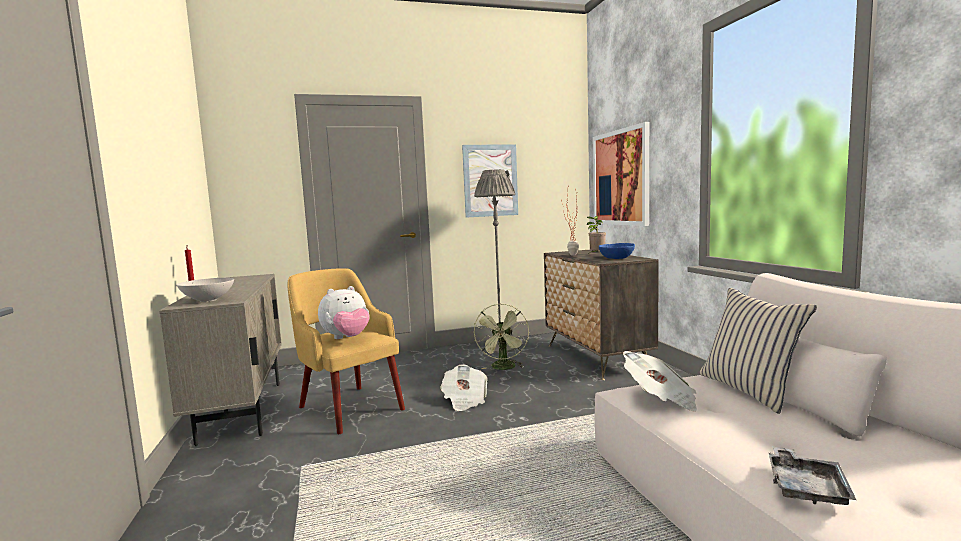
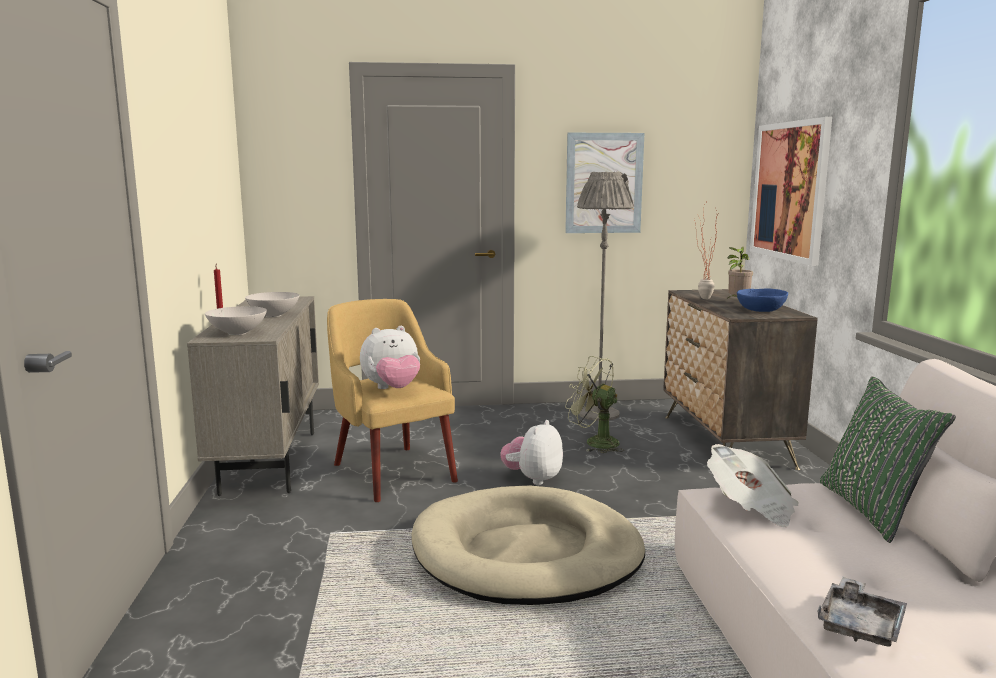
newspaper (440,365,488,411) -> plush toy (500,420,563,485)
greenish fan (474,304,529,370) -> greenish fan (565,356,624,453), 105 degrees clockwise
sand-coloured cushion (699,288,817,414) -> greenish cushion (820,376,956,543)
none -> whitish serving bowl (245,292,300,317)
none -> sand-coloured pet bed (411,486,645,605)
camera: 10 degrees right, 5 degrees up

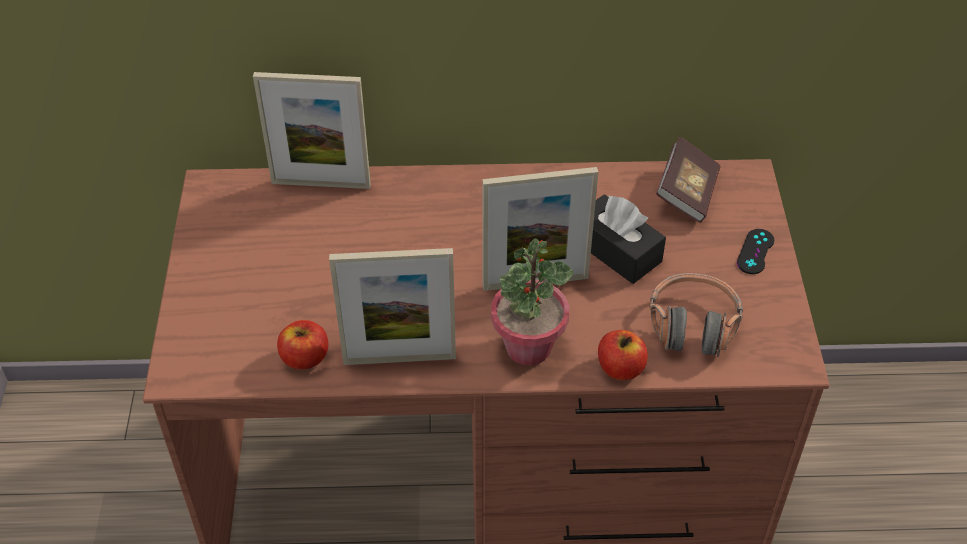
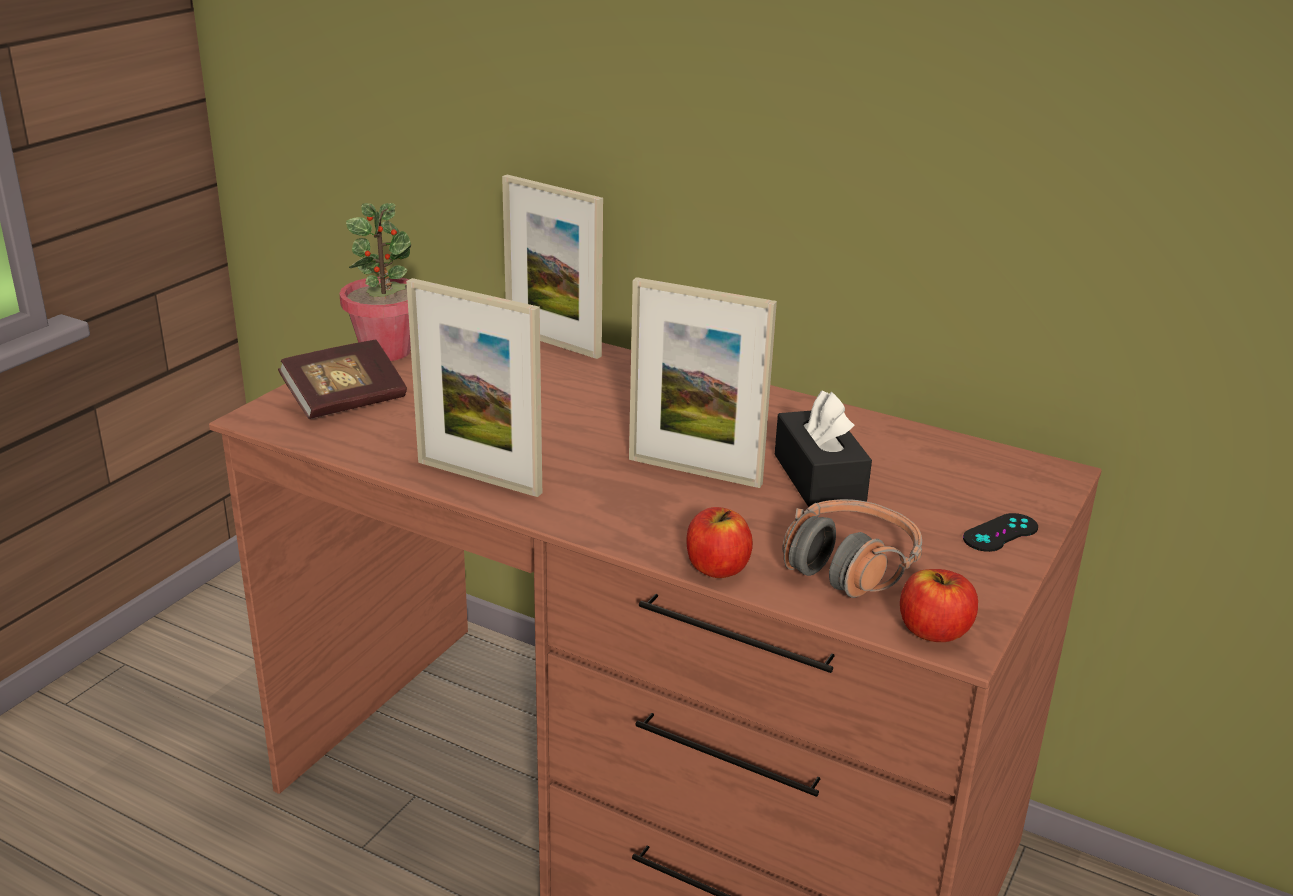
whole apple (277,320,329,370) -> whole apple (900,569,978,642), shifted
potted plant (491,238,573,366) -> potted plant (339,203,411,361), shifted
bound book (656,136,720,223) -> bound book (278,340,407,419), shifted
camera: 30 degrees right, 20 degrees down

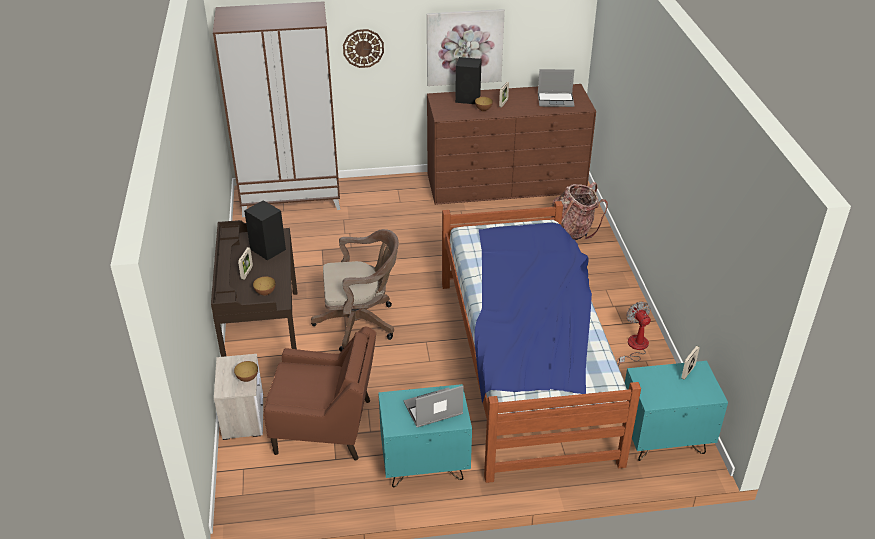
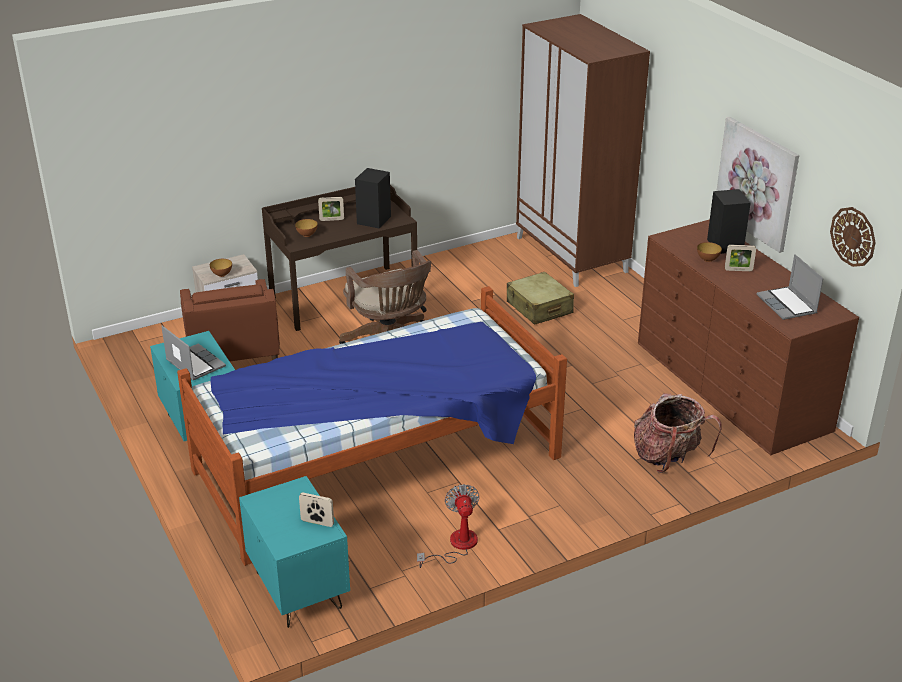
hanging clock (343,29,384,68) -> hanging clock (830,207,876,267), shifted
fan (617,302,651,367) -> fan (417,484,480,568), 60 degrees counterclockwise
none -> sand-coloured piece of luggage (507,272,574,325)
camera: 70 degrees right, 5 degrees down

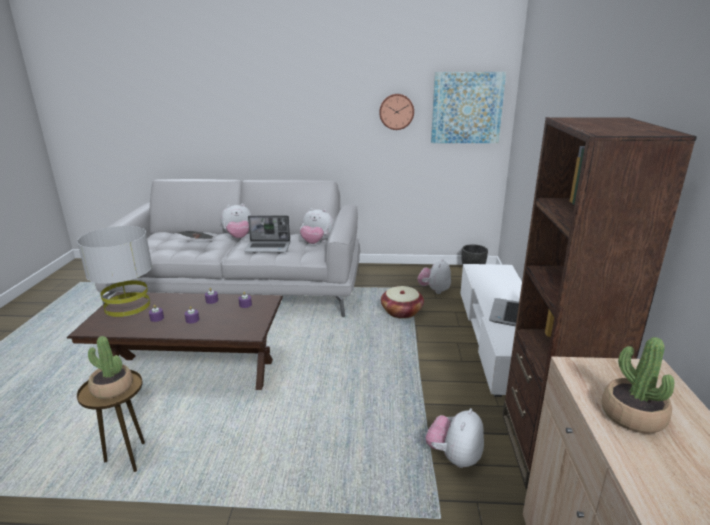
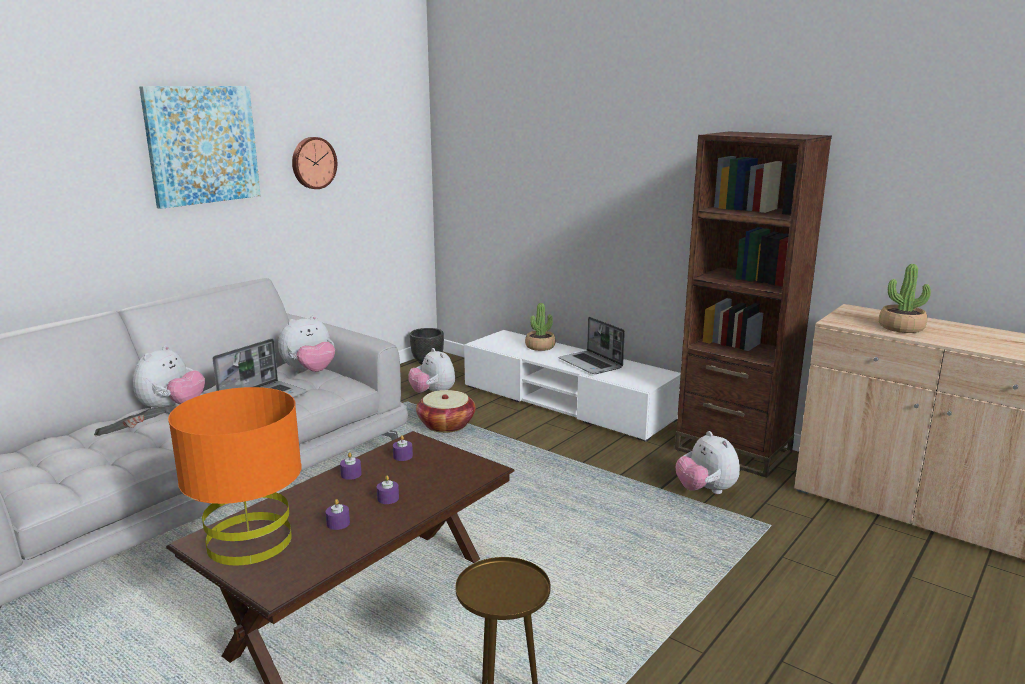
gray table lamp (77,226,152,317) -> orange-coloured table lamp (168,387,301,566)
potted plant (88,336,133,399) -> potted plant (525,303,555,351), shifted
wall picture (431,72,506,143) -> wall picture (139,86,261,209), shifted
camera: 55 degrees left, 5 degrees down

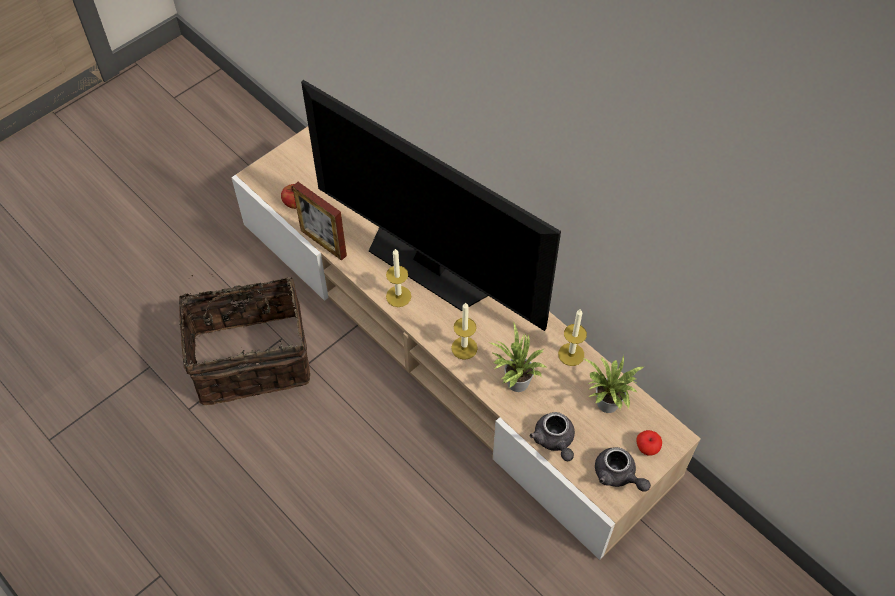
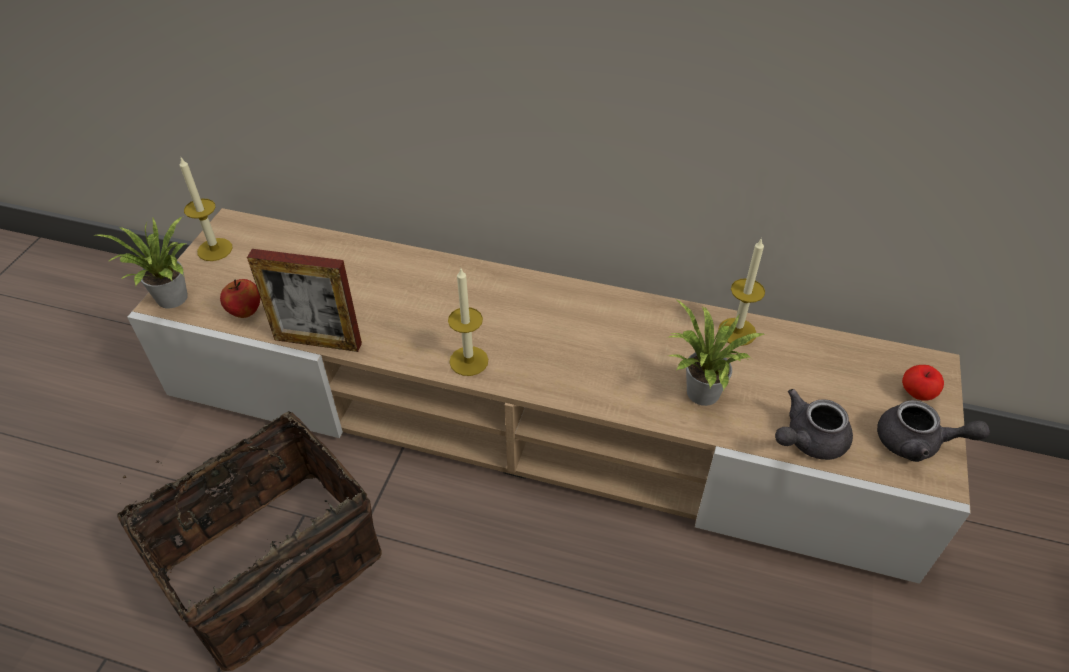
television (301,80,561,331) -> none
wax candle (451,303,478,360) -> wax candle (180,156,233,261), shifted
gray teapot (529,412,575,461) -> gray teapot (775,389,853,460), 105 degrees clockwise
potted plant (583,356,644,413) -> potted plant (96,216,188,308), shifted
camera: 30 degrees left, 10 degrees down

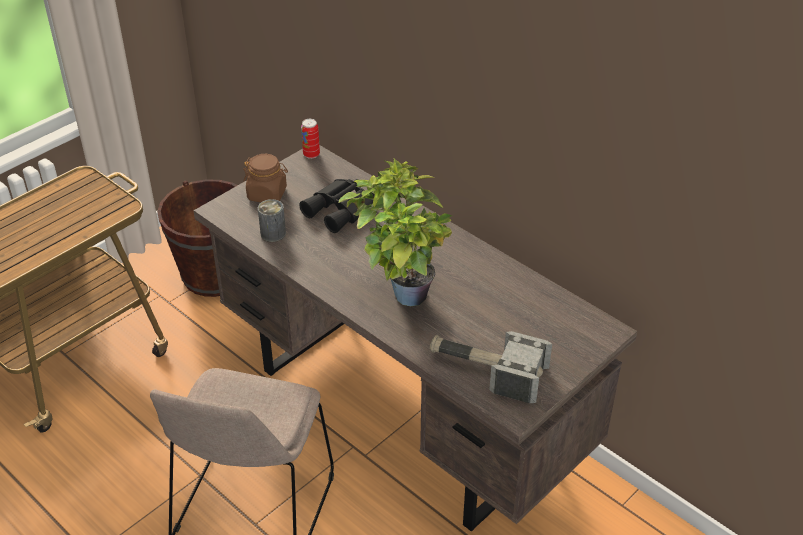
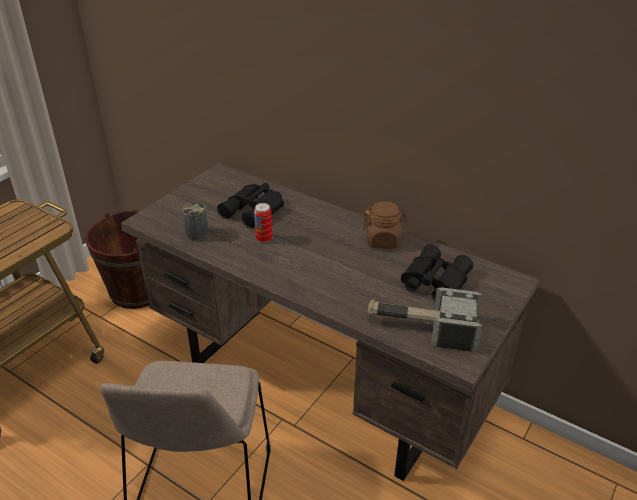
brownish jar (243,154,288,202) -> brownish jar (363,202,407,249), shifted
can (301,119,320,159) -> can (254,203,273,243), shifted
potted plant (339,159,452,306) -> none
none -> black field glasses (401,244,473,300)
camera: 10 degrees left, 5 degrees down

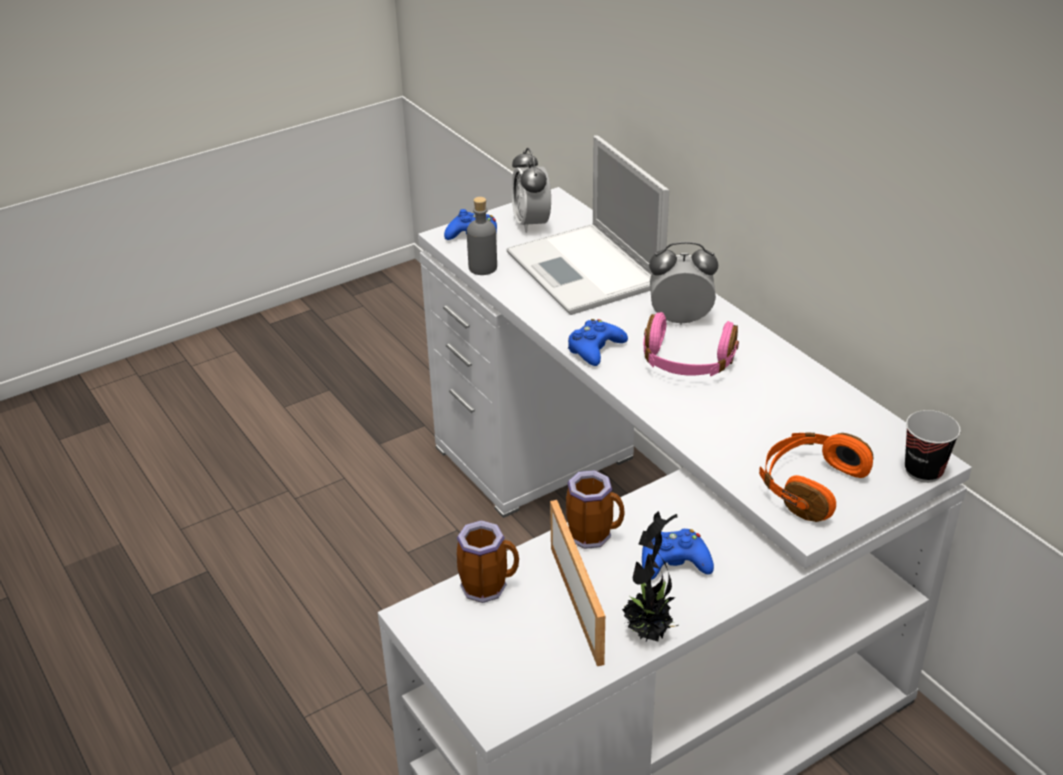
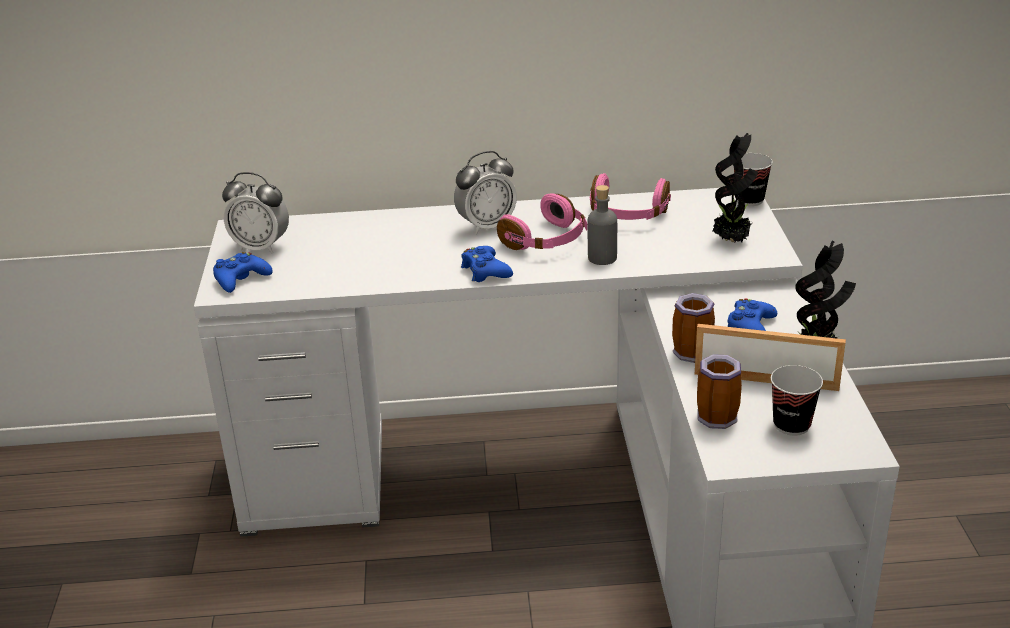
gray bottle (467,197,497,275) -> gray bottle (588,185,617,265), shifted
laptop (506,135,669,315) -> none
table clock (649,242,718,325) -> table clock (454,151,517,235), 150 degrees counterclockwise
orange-coloured pair of headphones (759,432,874,522) -> potted plant (713,133,758,243)
none -> pink pair of headphones (590,173,671,220)
none -> small cup (771,365,823,436)
camera: 60 degrees left, 5 degrees down

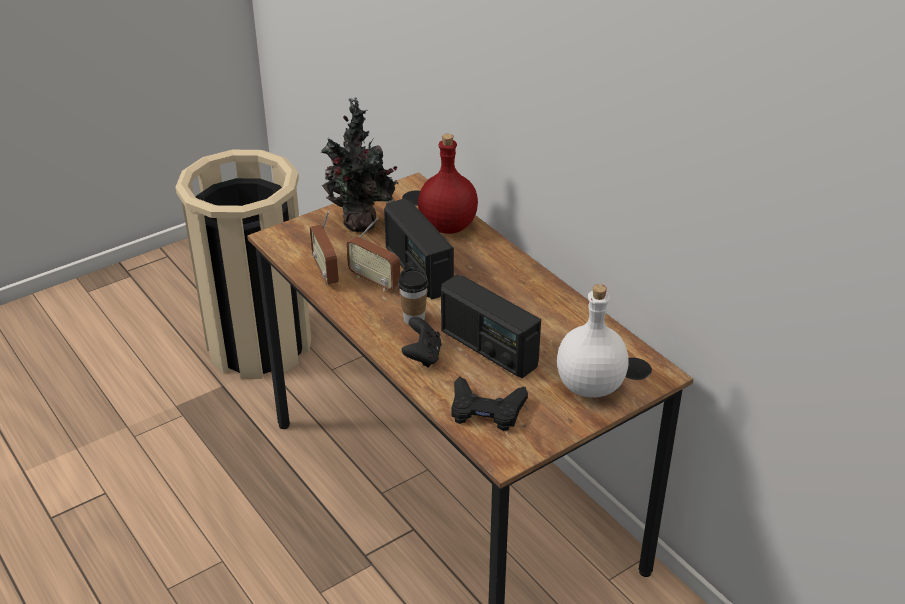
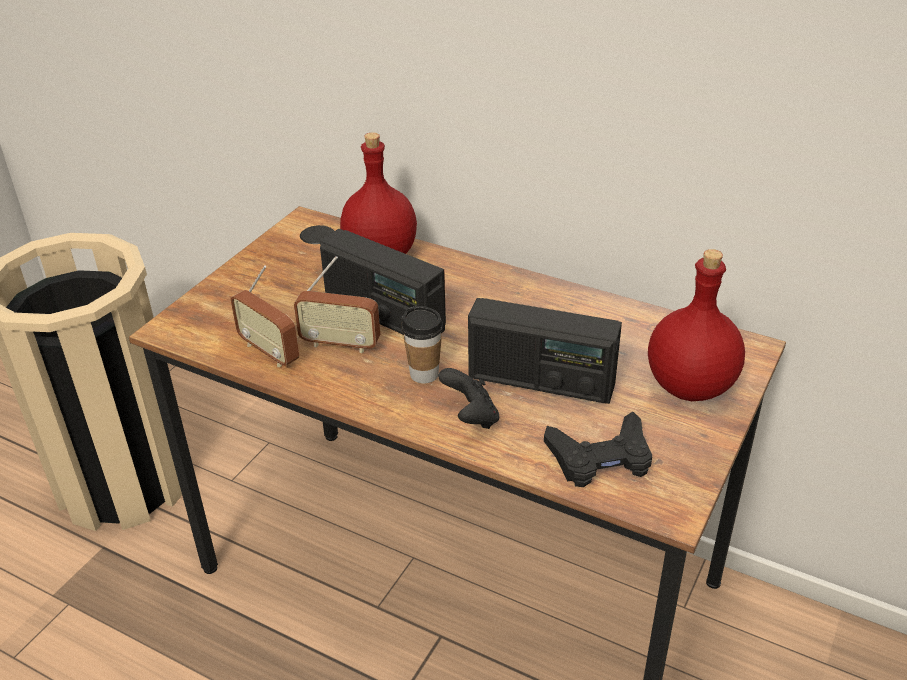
potted plant (321,97,399,232) -> none
whitish bottle (557,284,628,398) -> red-coloured bottle (648,249,745,401)
camera: 25 degrees left, 0 degrees up

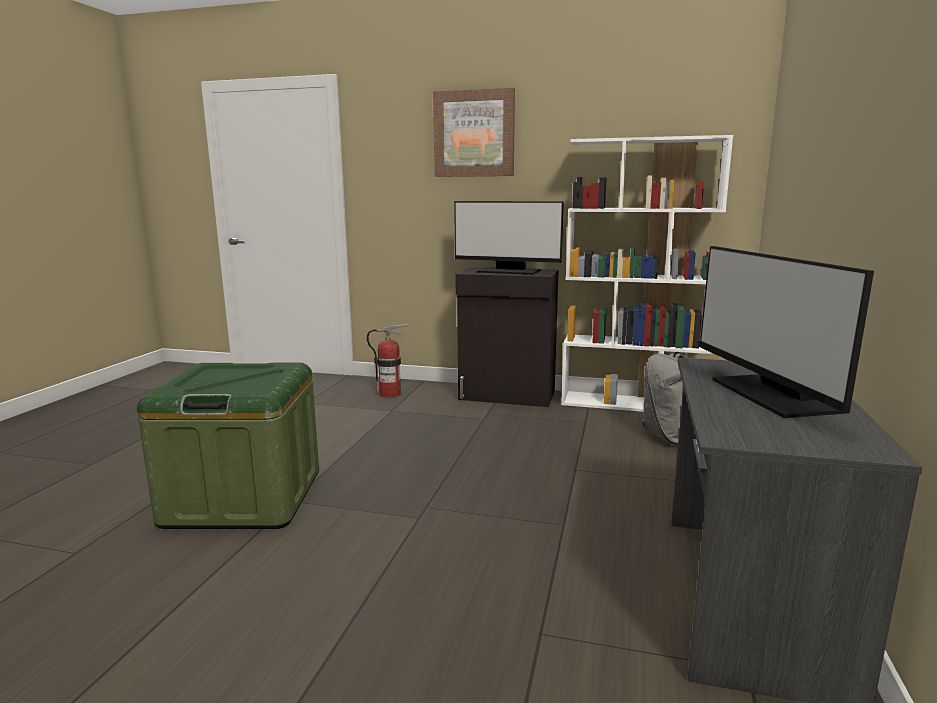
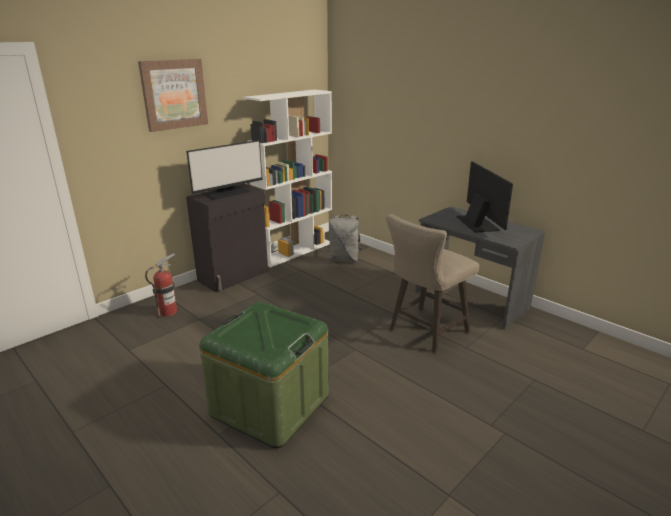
monitor (699,246,874,418) -> monitor (457,161,513,233), 120 degrees counterclockwise
none -> sand-coloured stool seat (386,214,479,353)
camera: 60 degrees left, 10 degrees up

